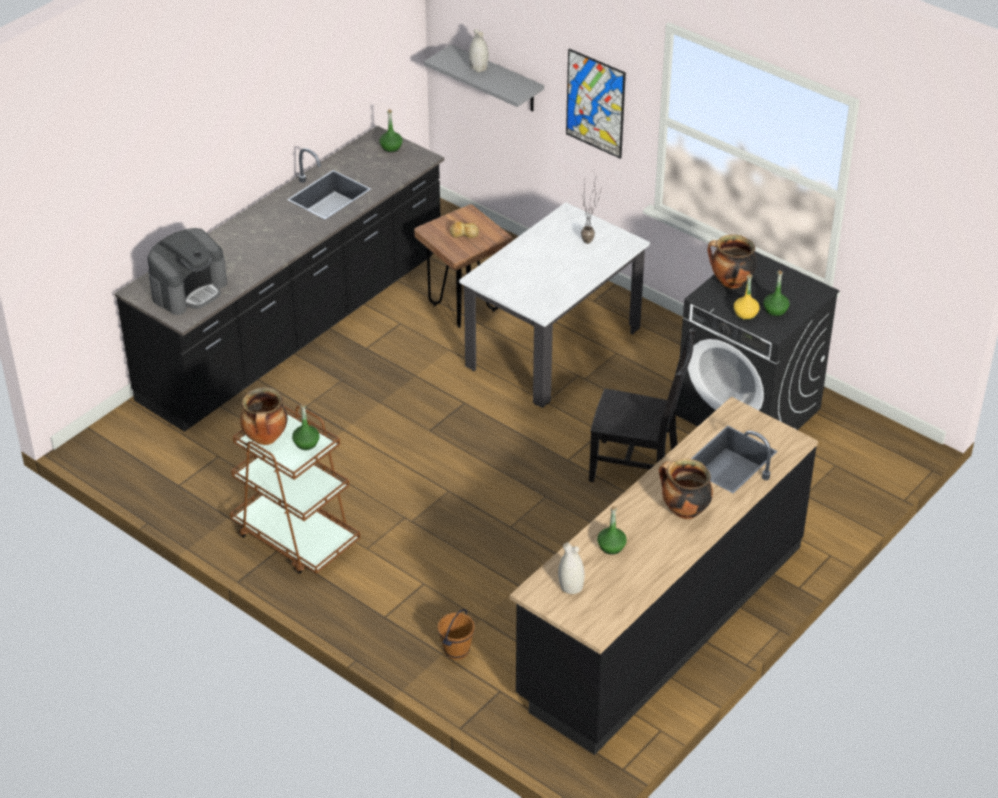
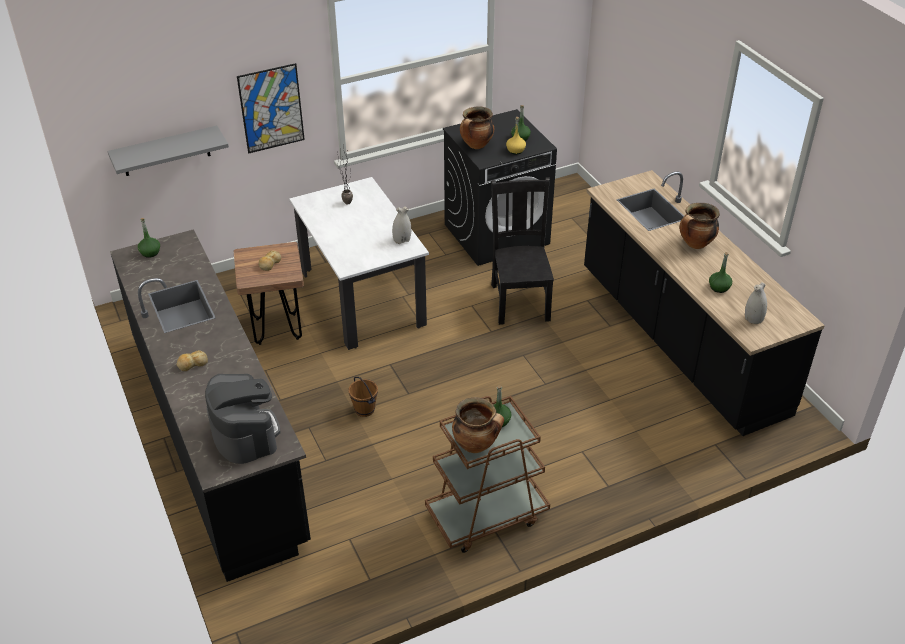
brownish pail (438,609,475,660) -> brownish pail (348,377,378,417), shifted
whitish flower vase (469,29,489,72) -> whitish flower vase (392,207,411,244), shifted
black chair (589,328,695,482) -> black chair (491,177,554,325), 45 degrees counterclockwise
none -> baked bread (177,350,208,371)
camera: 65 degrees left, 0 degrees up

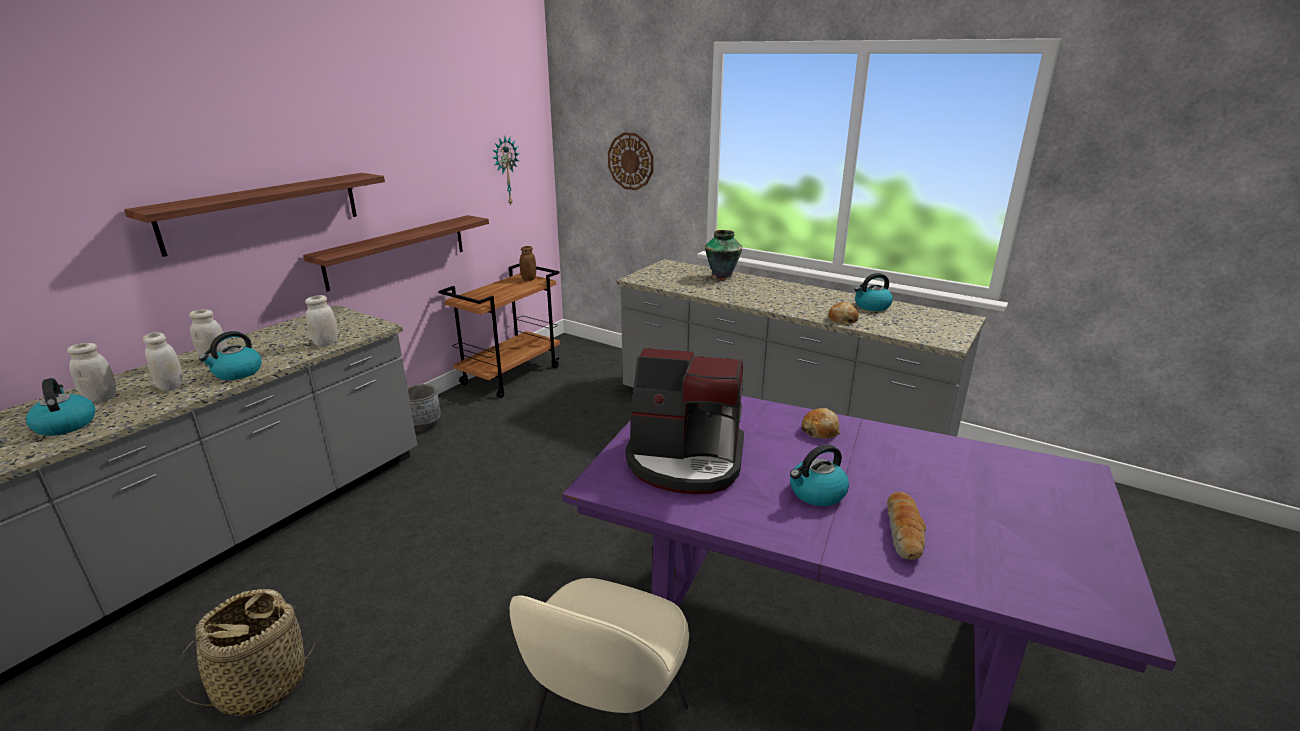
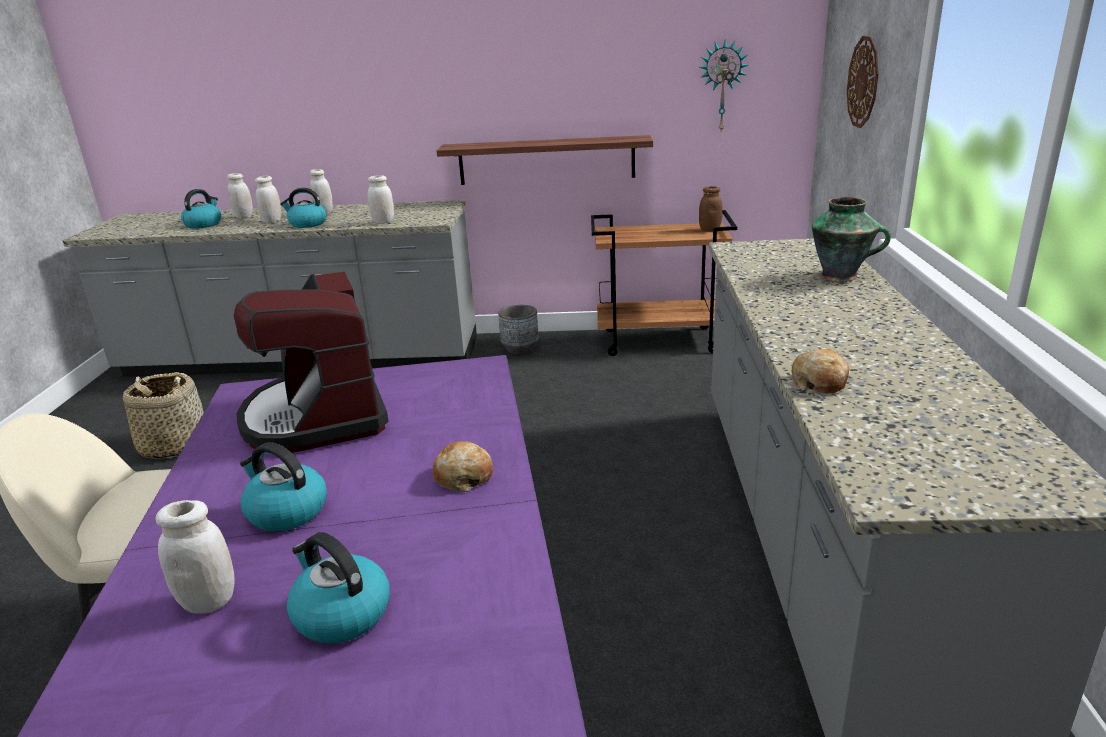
shelf (124,173,385,257) -> none
water kettle (854,273,893,311) -> water kettle (287,532,390,643), shifted
baked bread (887,492,926,560) -> whitish jar (156,500,235,613)
camera: 60 degrees right, 0 degrees up

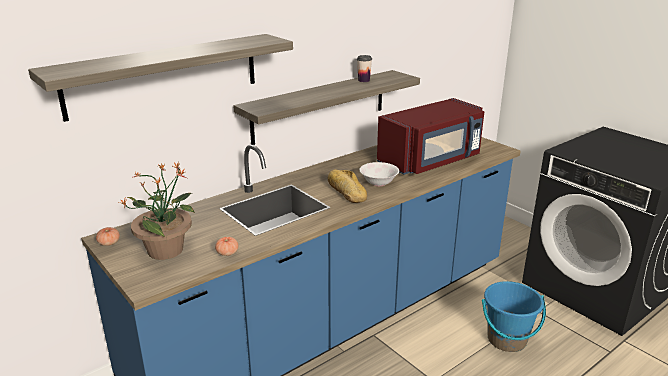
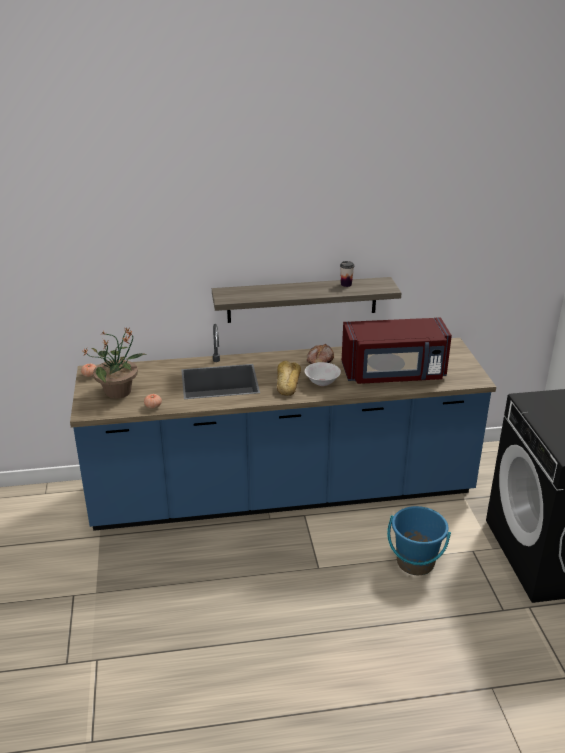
shelf (28,34,293,122) -> none
none -> baked bread (307,344,334,364)
camera: 30 degrees right, 5 degrees up

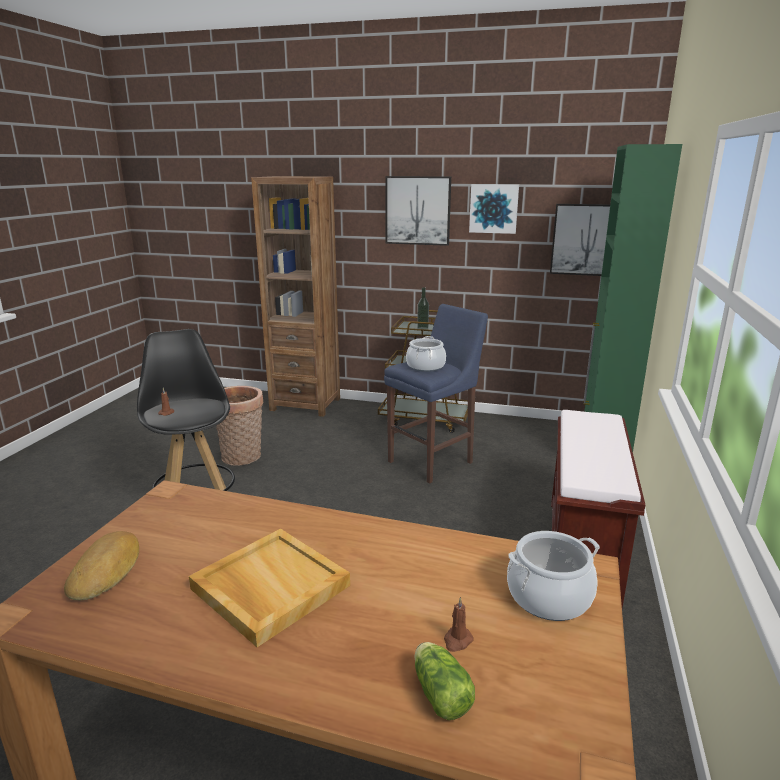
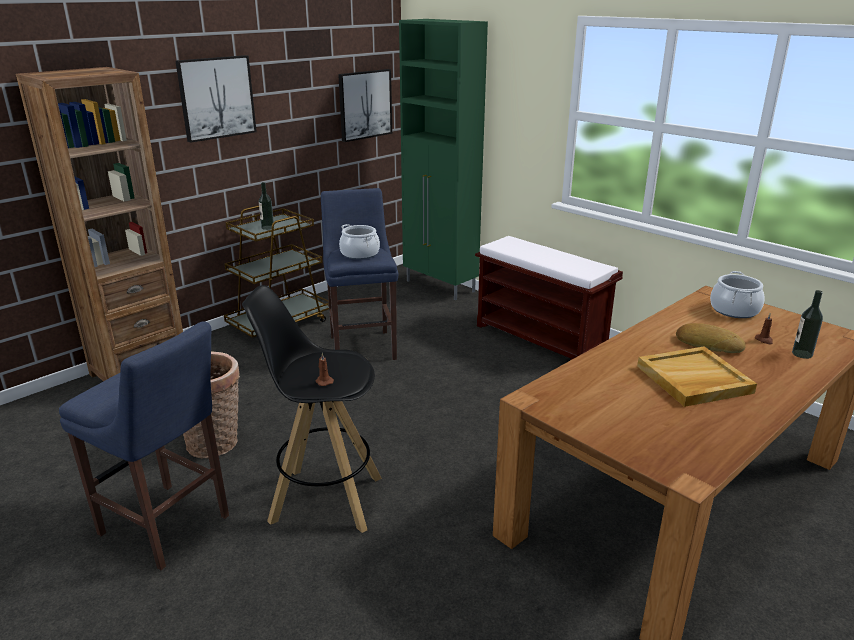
baked bread (64,531,139,600) -> baked bread (676,323,746,353), shifted
head of lettuce (414,642,475,720) -> bottle (792,290,823,359)
wall picture (469,184,519,234) -> none
none -> blue stool seat (59,321,229,570)
camera: 60 degrees left, 5 degrees up

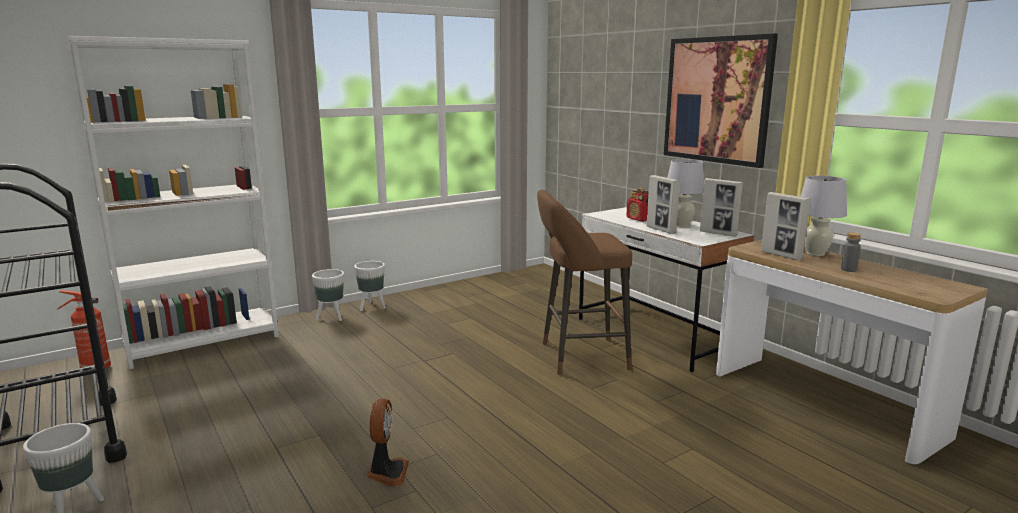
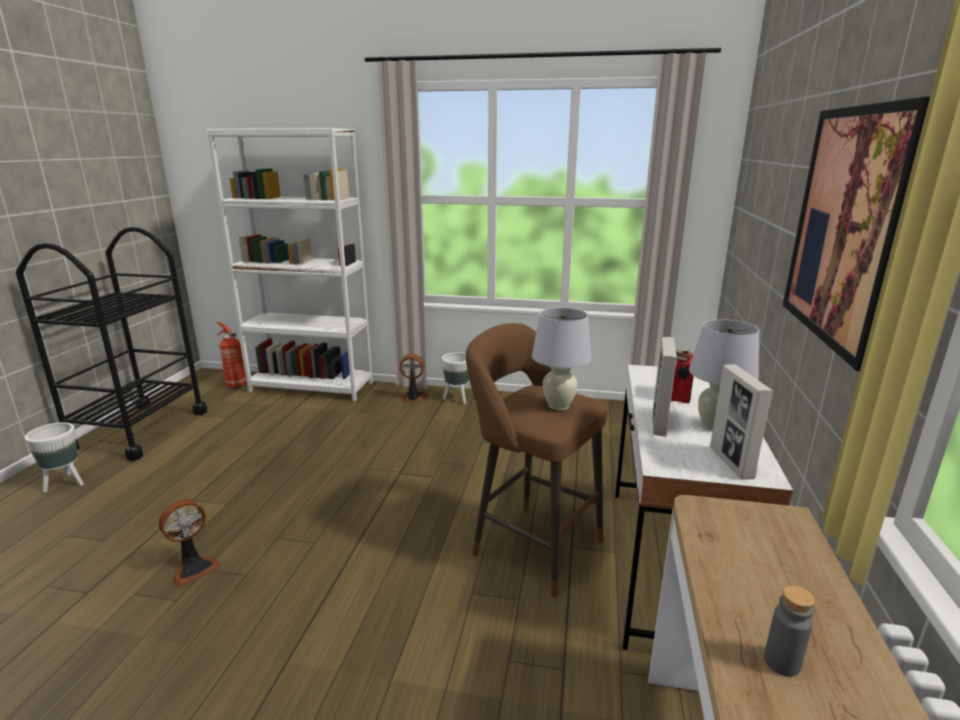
whitish planter (312,269,344,321) -> fan (400,354,428,402)
standing frame (761,192,811,260) -> none
whitish table lamp (800,176,847,256) -> whitish table lamp (532,308,592,410), shifted
camera: 45 degrees right, 5 degrees up

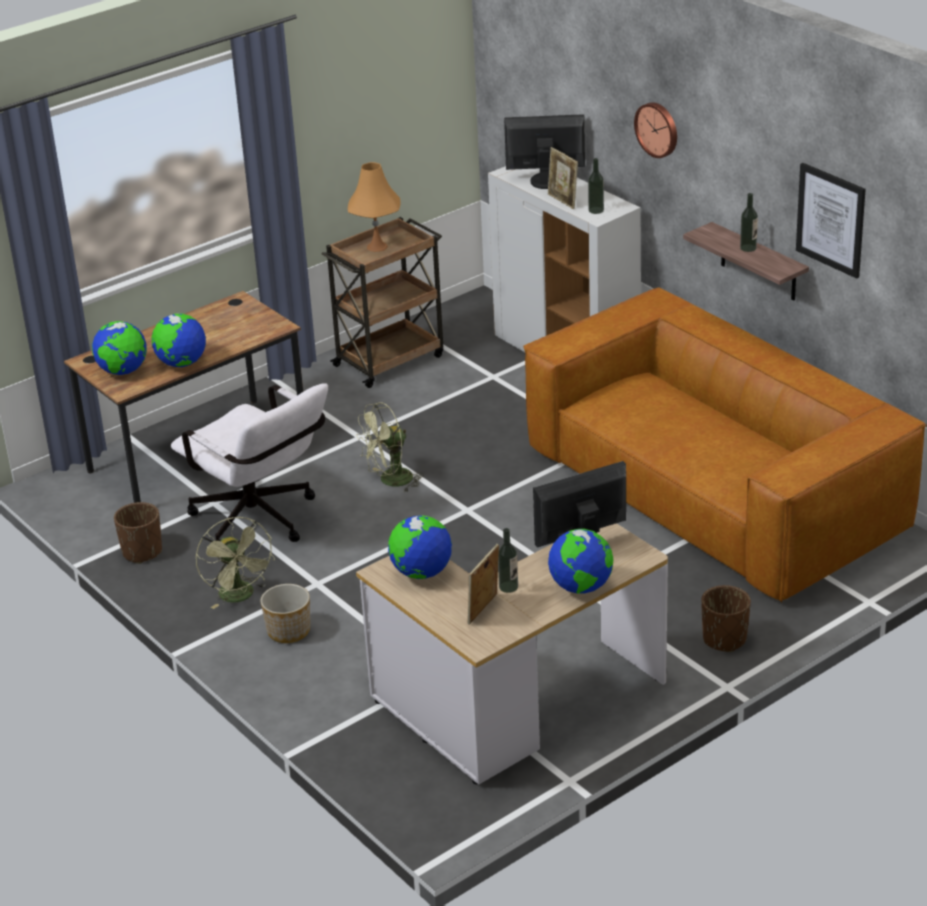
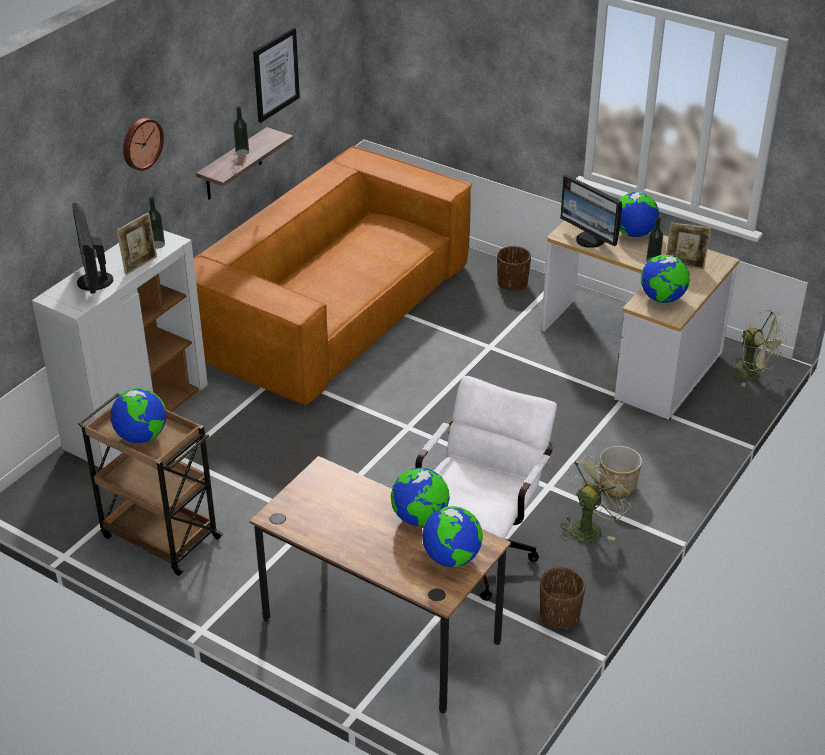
orange-coloured table lamp (348,162,400,252) -> world globe (110,388,166,443)
greenish fan (356,402,424,493) -> greenish fan (731,310,787,387), shifted
camera: 110 degrees left, 5 degrees up

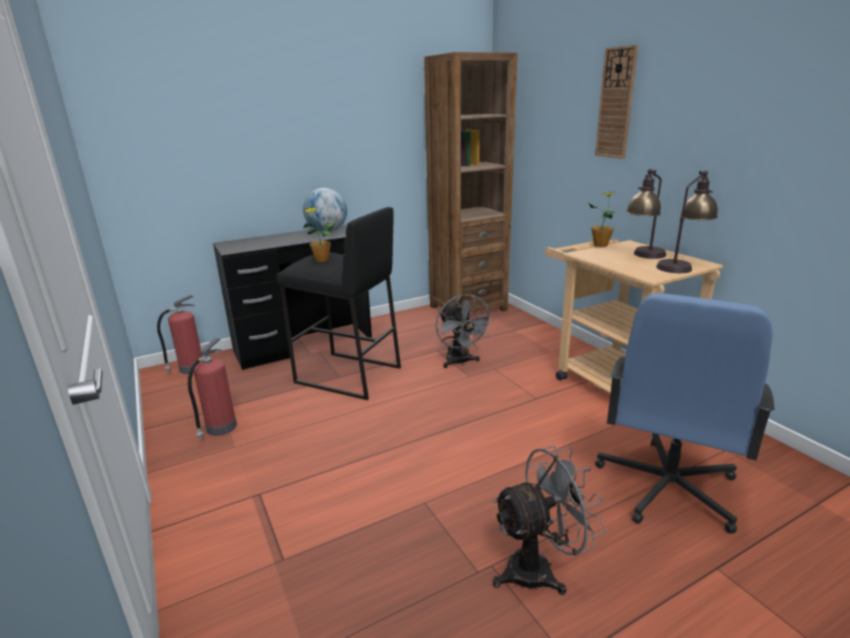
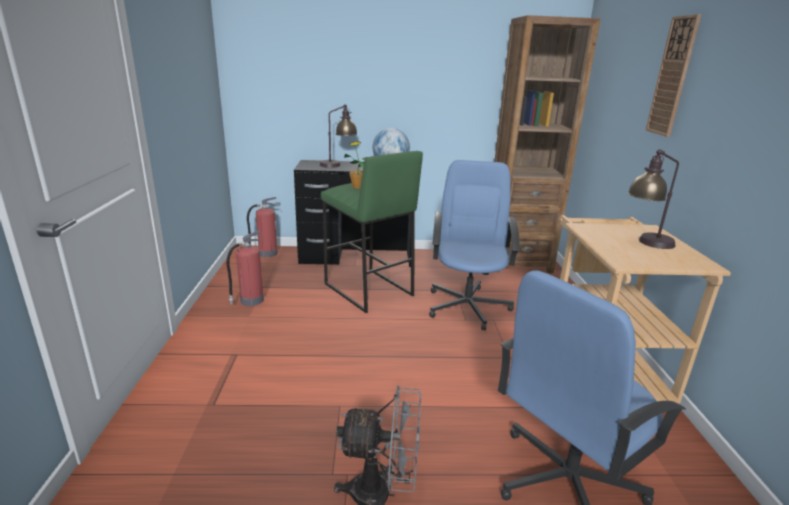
black stool seat (276,207,401,400) -> greenish stool seat (321,151,423,313)
gray fan (436,294,494,368) -> blue computer chair (429,160,520,330)
potted plant (589,192,615,247) -> none
table lamp (656,170,718,273) -> table lamp (320,104,358,168), shifted
camera: 25 degrees right, 0 degrees up

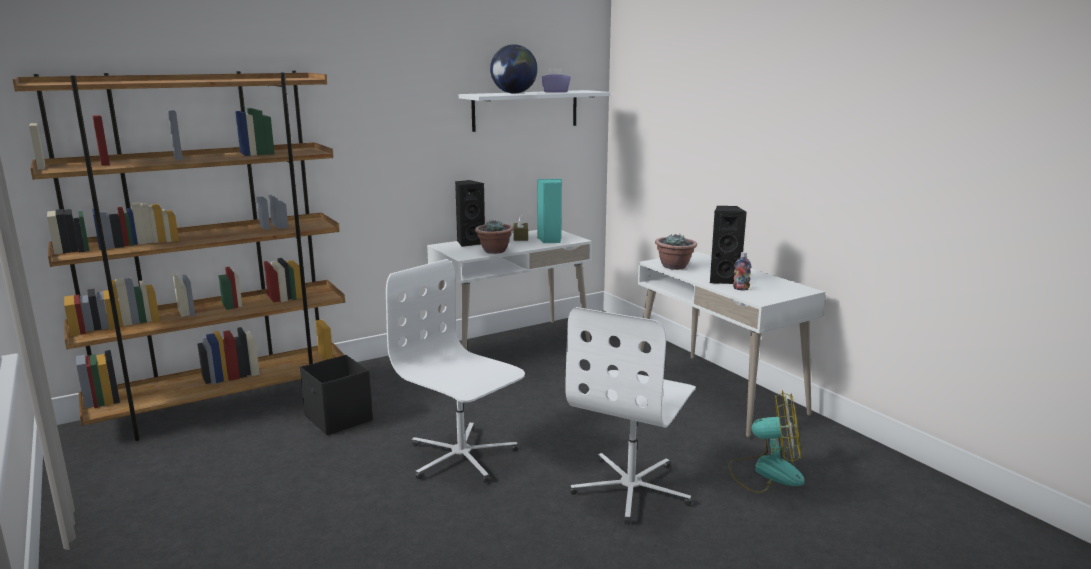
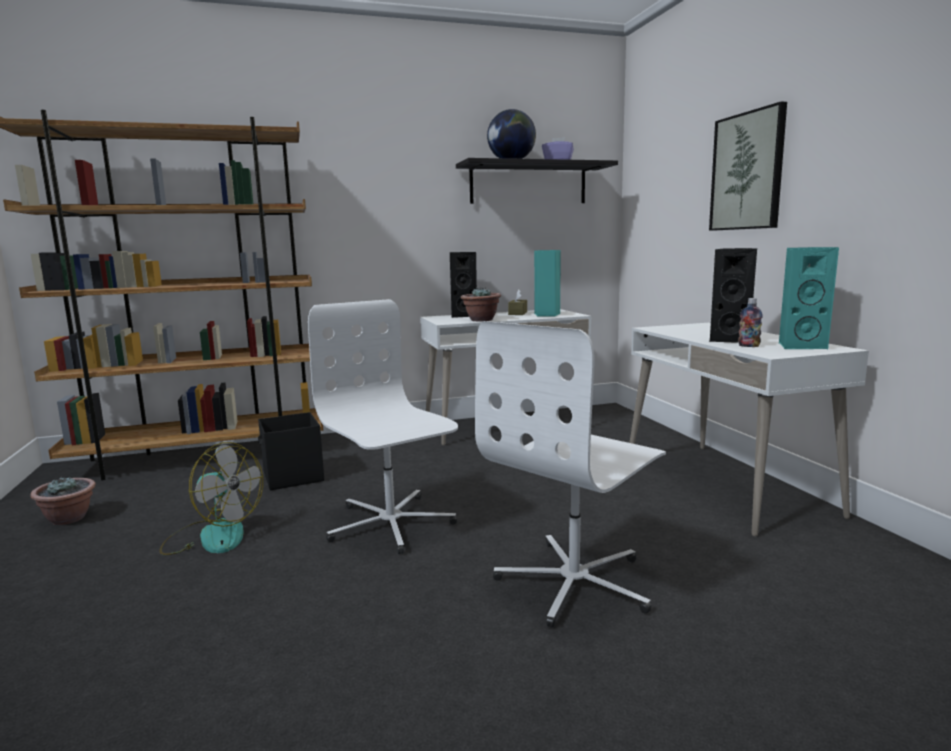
whitish shelf (459,90,611,132) -> black shelf (456,158,618,204)
potted plant (655,233,697,270) -> potted plant (30,477,96,525), shifted
fan (729,390,805,493) -> fan (159,442,263,555), shifted
none -> wall picture (709,102,787,231)
none -> turquoise-coloured speaker (779,247,839,349)
camera: 15 degrees right, 5 degrees down

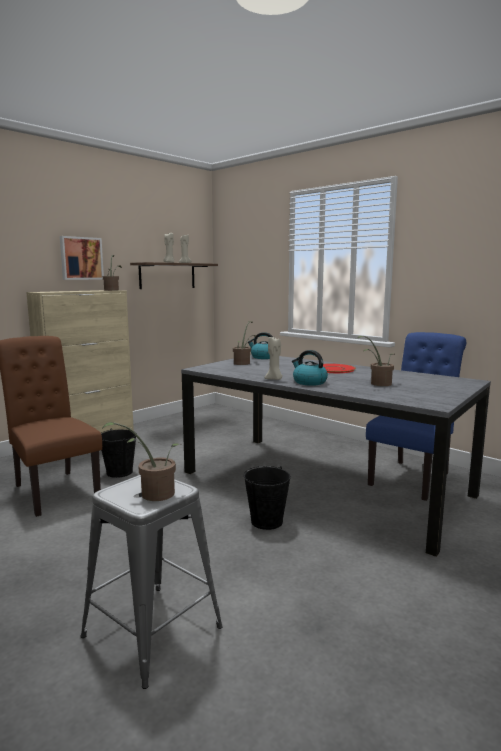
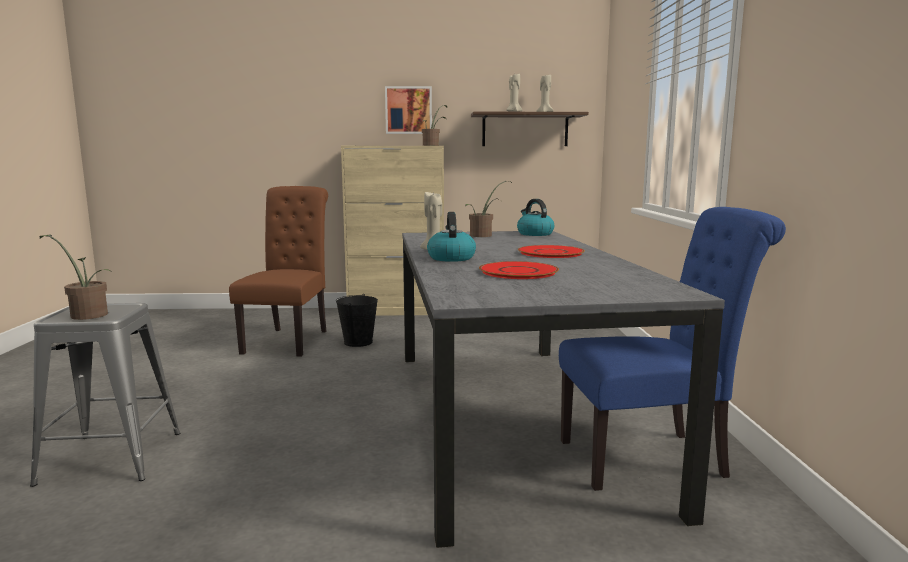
black pail (244,466,291,530) -> none
potted plant (357,336,395,386) -> red-coloured dinner plate (479,261,559,279)
camera: 45 degrees right, 0 degrees up

